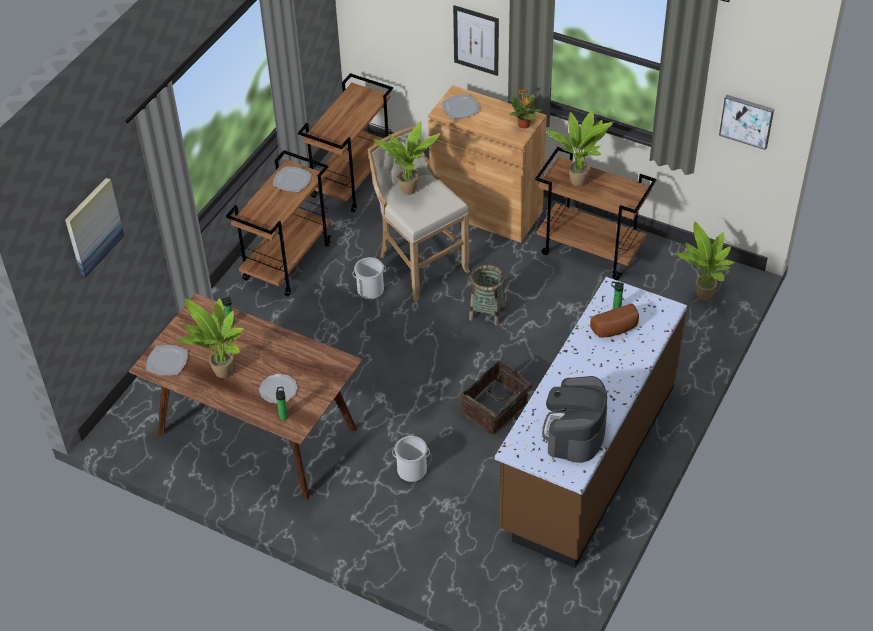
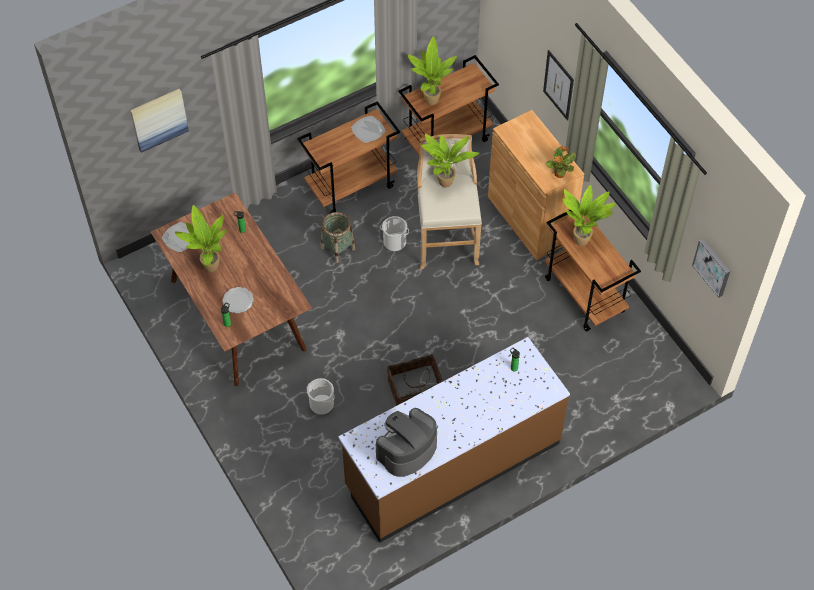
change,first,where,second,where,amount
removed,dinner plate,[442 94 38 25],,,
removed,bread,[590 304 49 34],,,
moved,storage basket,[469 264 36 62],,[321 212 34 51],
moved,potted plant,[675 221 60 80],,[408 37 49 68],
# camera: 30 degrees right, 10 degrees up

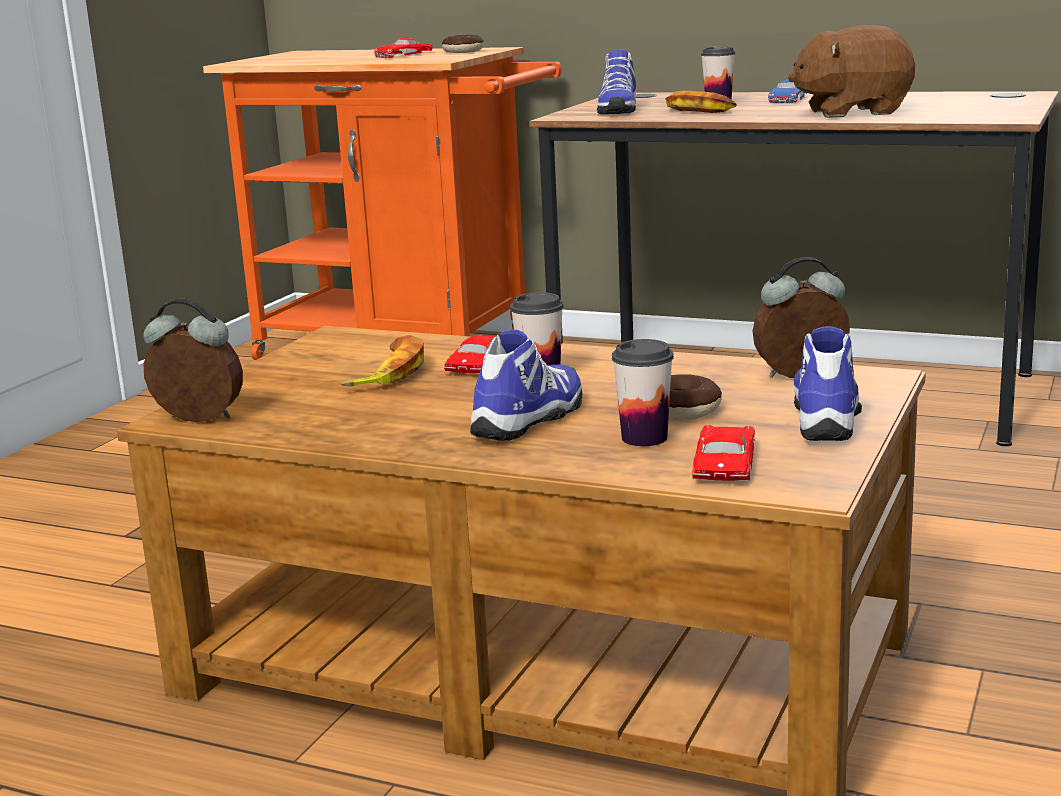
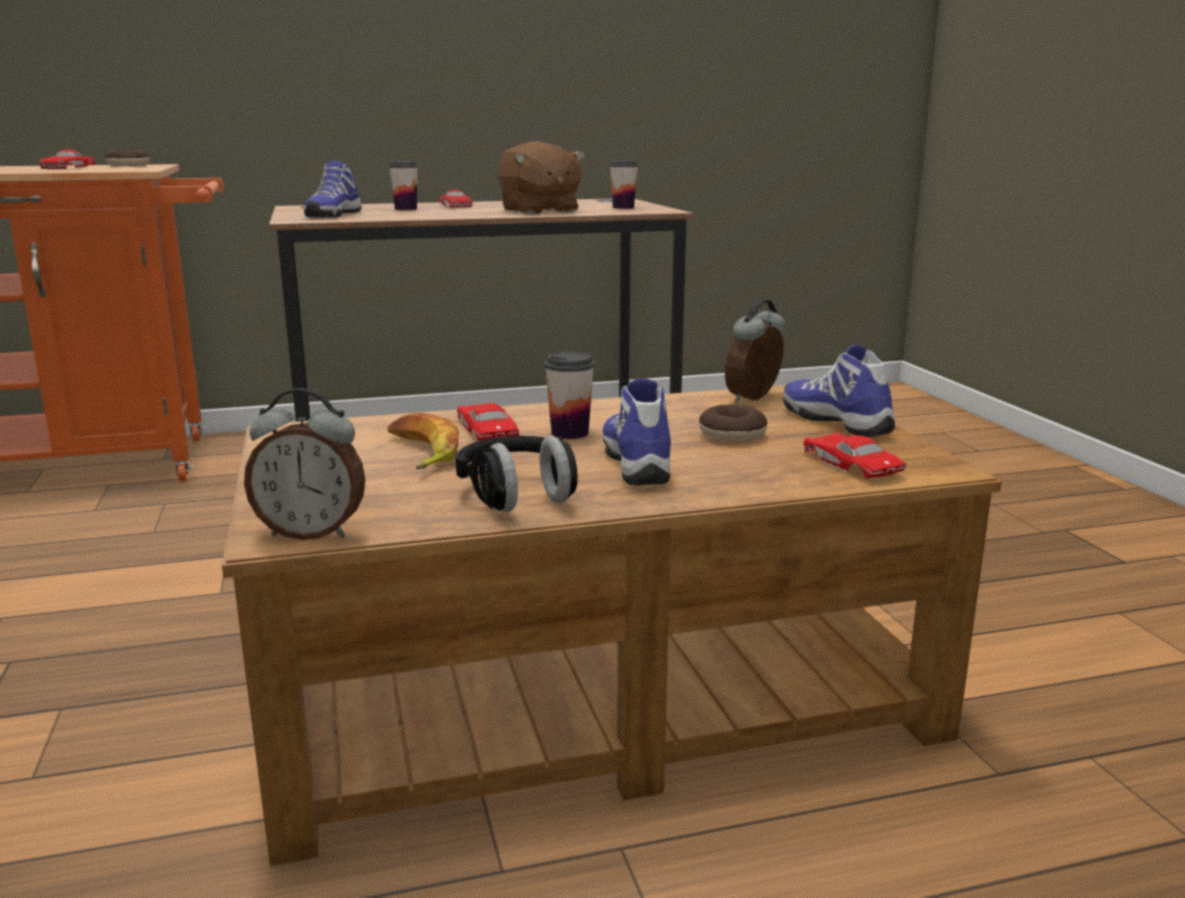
change,first,where,second,where,amount
removed,whole banana,[665 91 72 22],,,
added,,,blackish headset,[455 435 123 77],
moved,cup,[612 339 62 107],,[609 160 29 49],
recoloured,blue model car,[768 79 39 24],reddish model car,[439 189 34 19],
turned,table clock,[143 298 100 124],,[244 388 121 152],150 degrees counterclockwise
turned,shoe,[597 50 40 64],,[304 161 58 57],45 degrees clockwise
turned,brownish soft toy,[788 25 127 93],,[498 141 87 73],75 degrees counterclockwise
# camera: 40 degrees left, 0 degrees up

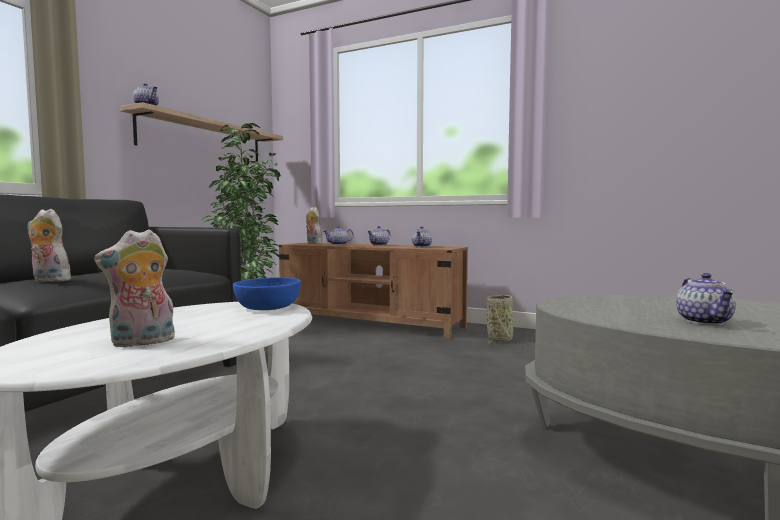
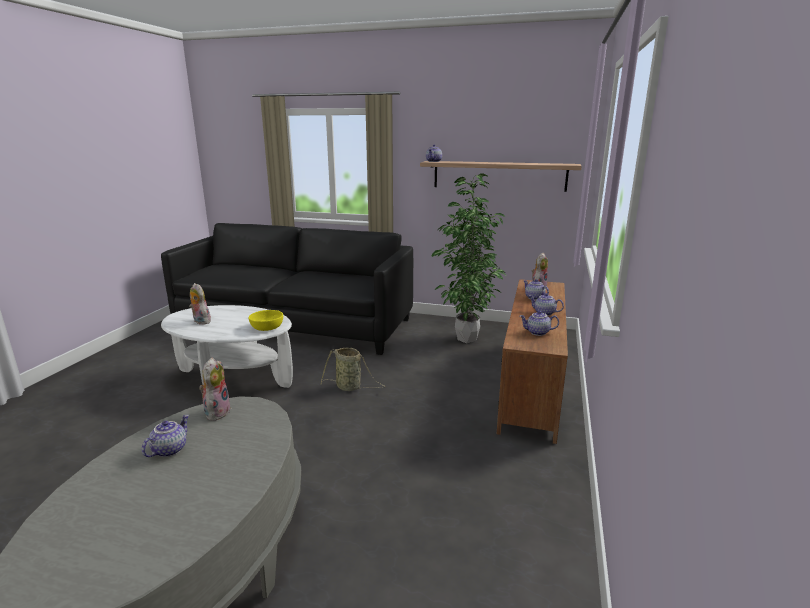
change,first,where,second,where,amount
moved,soft toy,[27 209 45 73],,[199 357 32 64],
moved,storage basket,[486 295 27 49],,[321 348 64 43],
recoloured,blue bowl,[233 277 68 33],yellow bowl,[249 310 34 21],
turned,teapot,[676 273 60 52],,[142 415 47 42],120 degrees clockwise
# camera: 80 degrees right, 15 degrees up

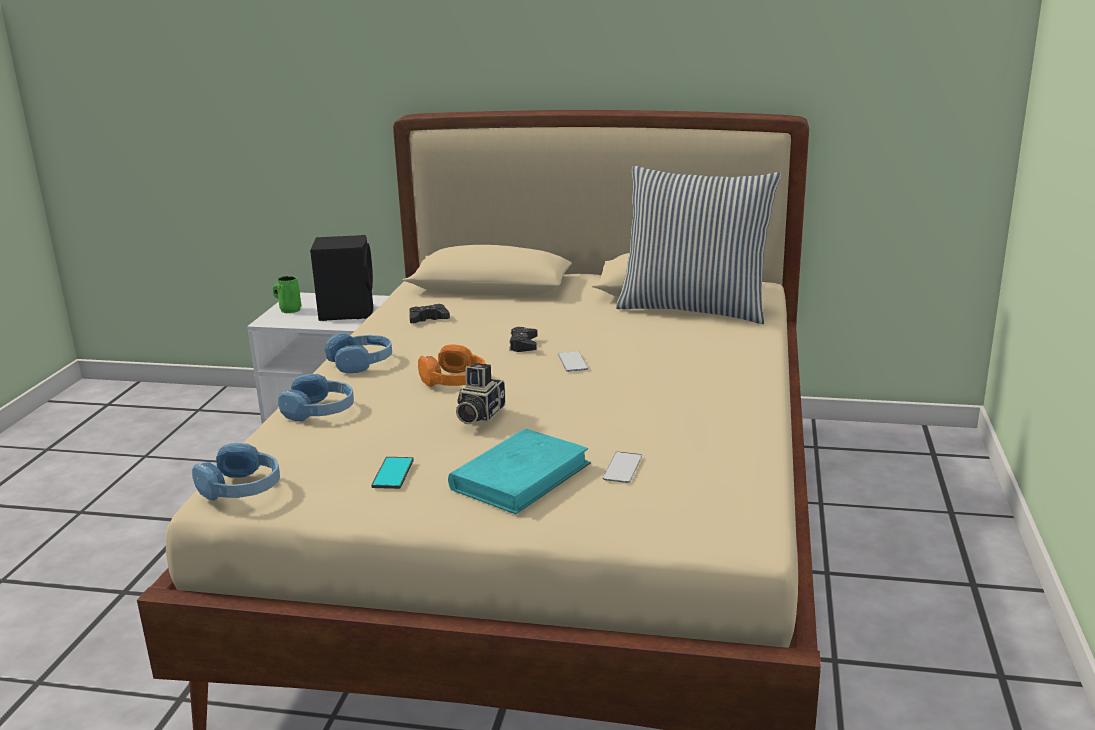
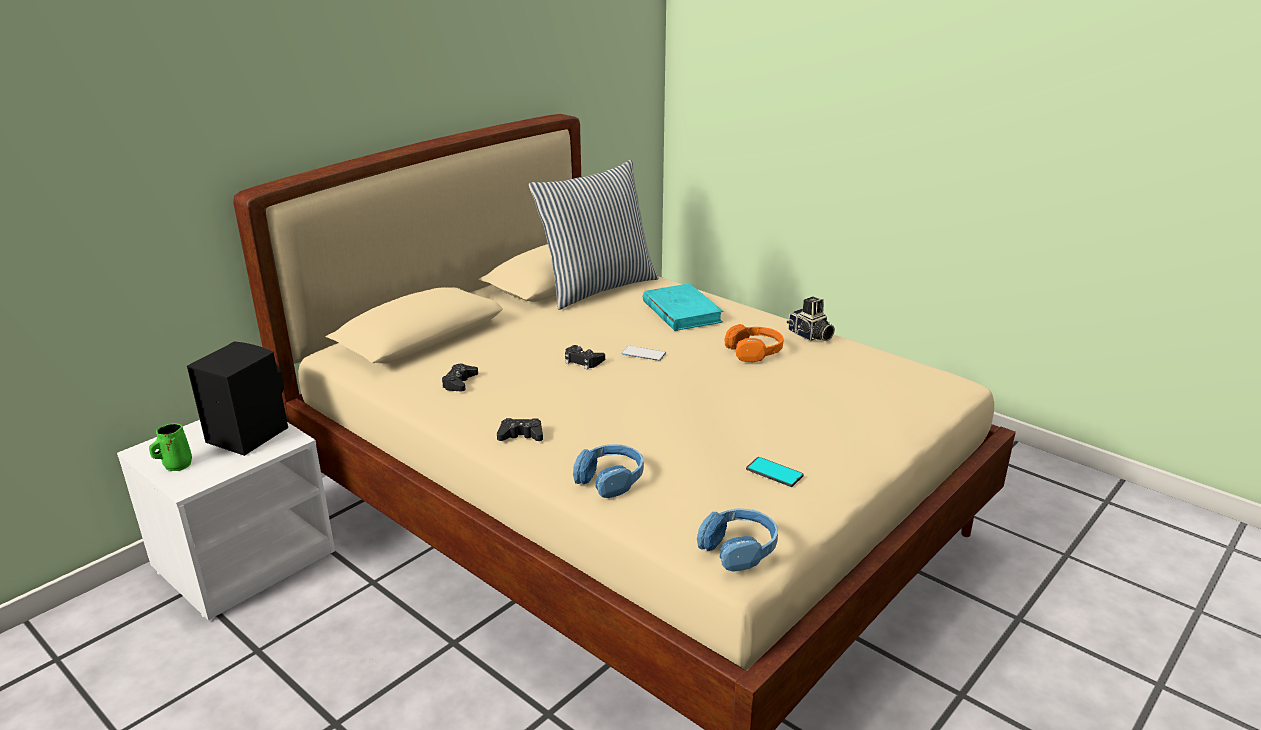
change,first,where,second,where,amount
removed,phone,[603 452 39 31],,,
moved,orange-coloured headset,[418 344 67 43],,[724 324 60 38],
moved,turquoise-coloured bound book,[448 428 143 86],,[643 284 80 47],
moved,still camera,[456 363 49 61],,[787 297 48 44],
replaced,blue headset,[325 333 67 40],blackish game controller,[497 418 46 23],
# camera: 60 degrees left, 5 degrees up

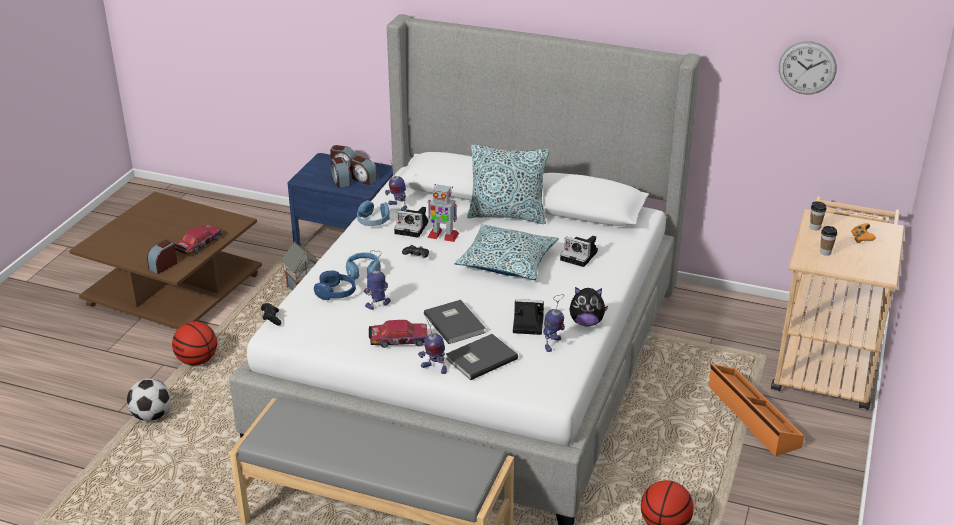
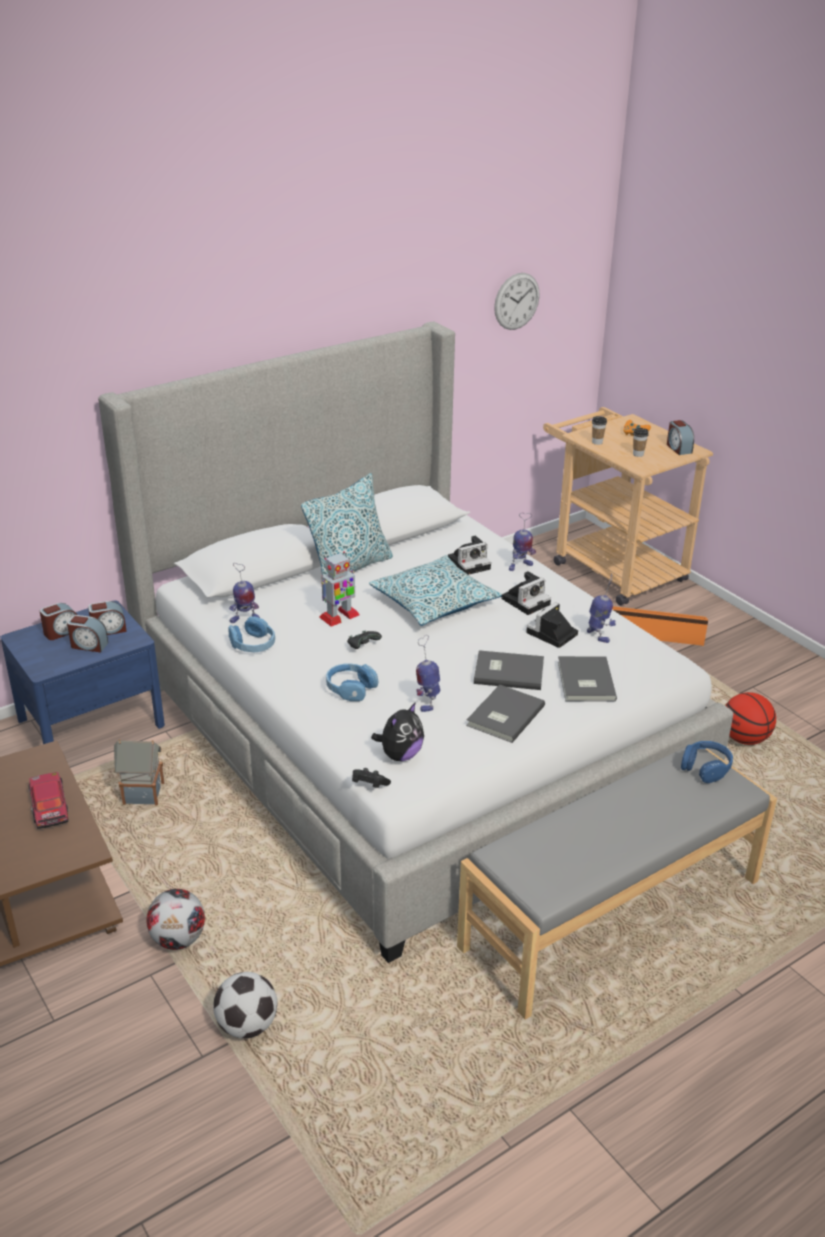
change,first,where,second,where,amount
moved,table clock,[147 240 30 34],,[667 420 27 35],
moved,blue headset,[314 270 42 30],,[681 741 52 42],
moved,still camera,[394 207 34 31],,[502 571 49 44],
moved,robot figure,[418 316 29 58],,[509 513 27 58],
moved,soft toy,[569 287 39 40],,[371 702 53 59],
replaced,basketball ball,[172 322 45 44],football ball,[146 889 59 61],
replaced,model car,[369 320 59 28],greyish bound book,[466 685 79 58],
# camera: 55 degrees left, 0 degrees up

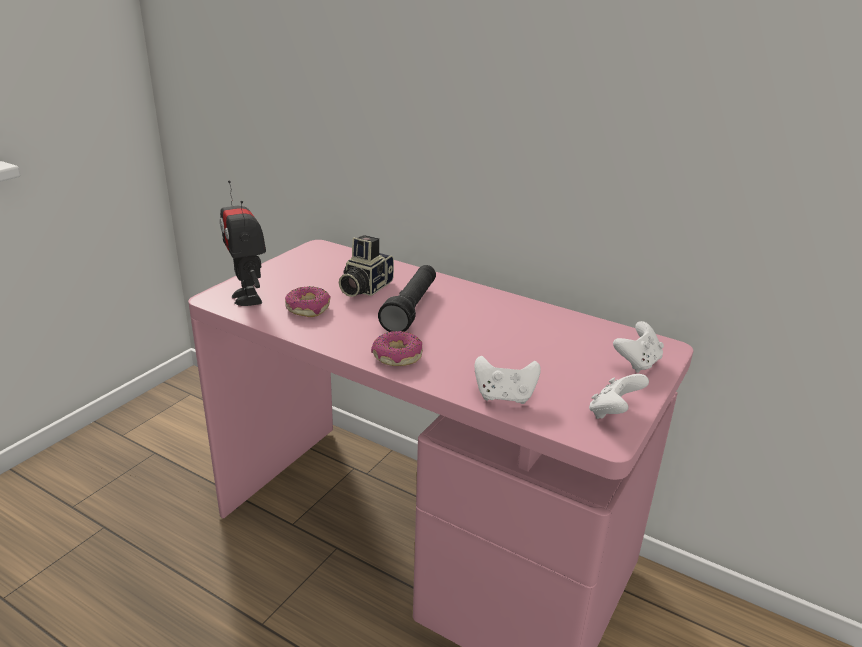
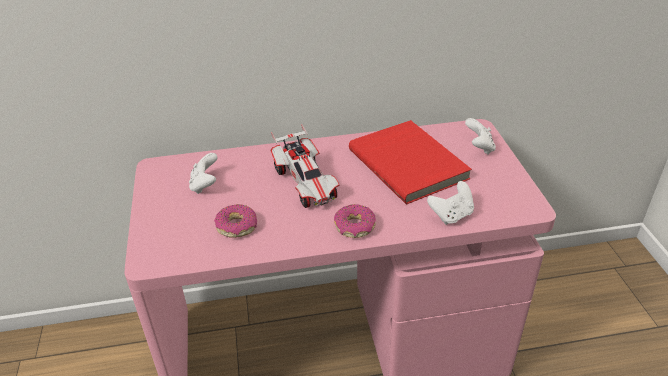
change,first,where,second,where,amount
removed,robot figure,[220 181 46 125],,,
removed,still camera,[339 235 55 62],,,
added,,,reddish bound book,[349 120 123 85],
moved,white-coloured game controller,[589 374 60 45],,[189 153 28 41],
replaced,blackish torch,[378 265 58 67],model car,[270 124 70 84],
# camera: 40 degrees left, 10 degrees up

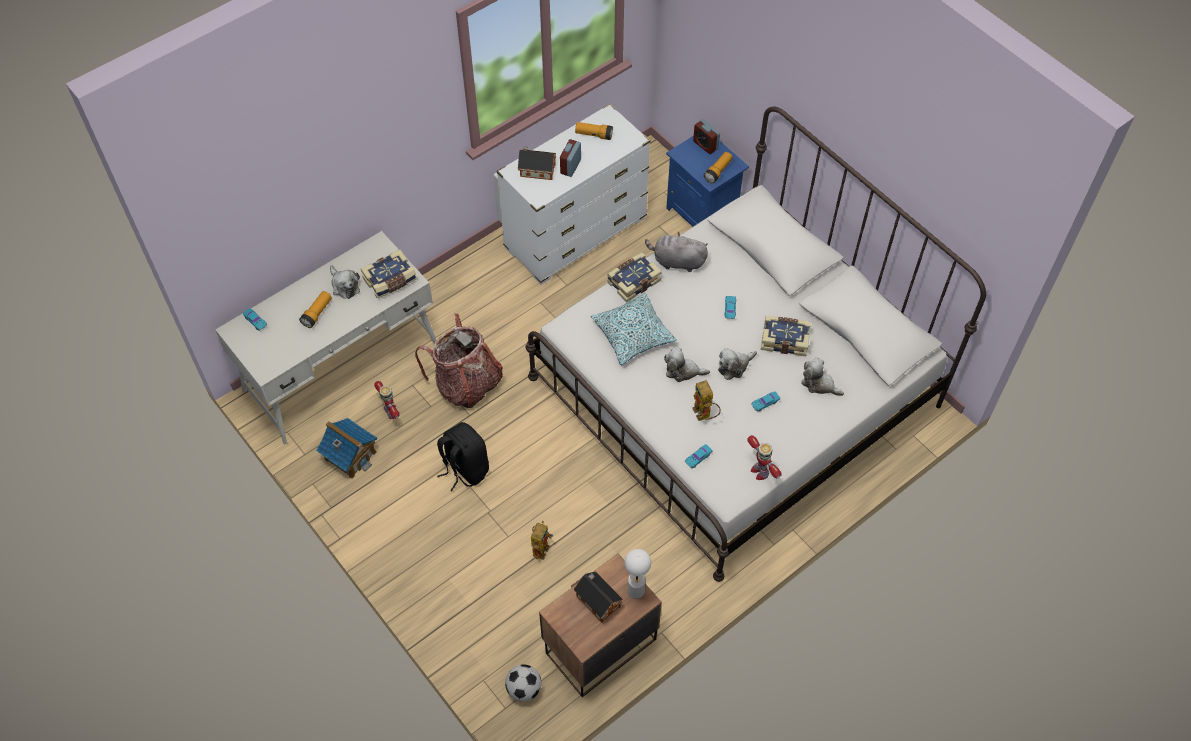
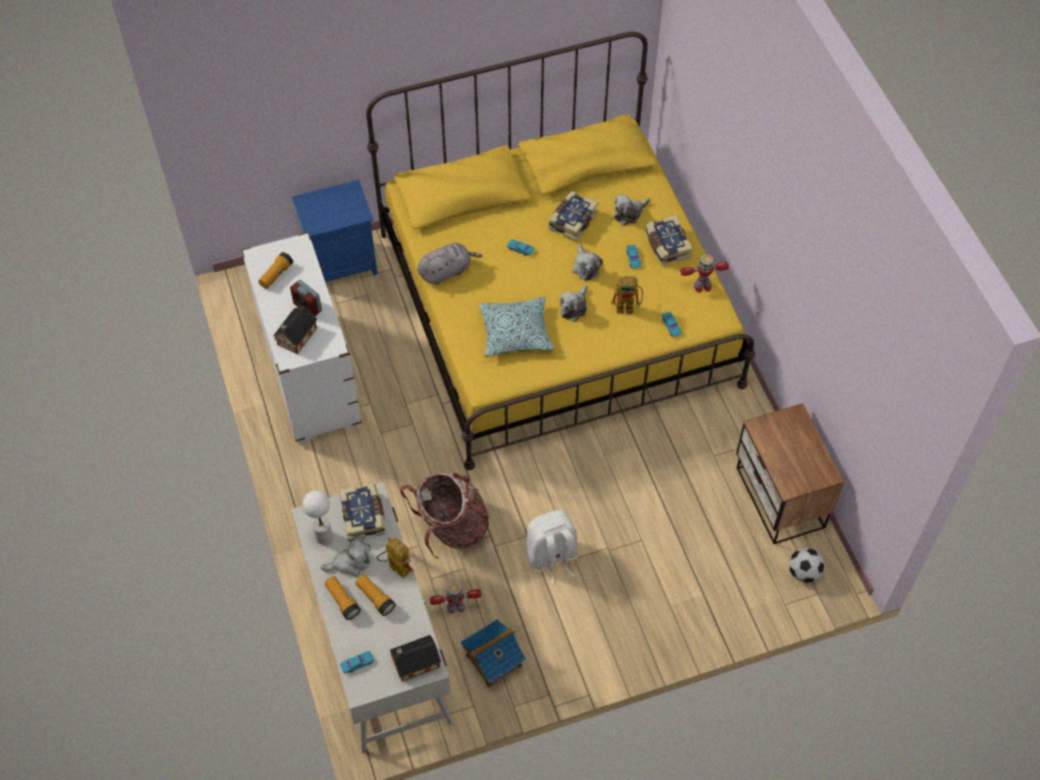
change,first,where,second,where,amount
removed,table clock,[693 119 27 35],,,
moved,robot figure,[531 521 22 39],,[377 537 37 41],
moved,model house,[573 571 50 52],,[390 635 51 47],
moved,bound book,[607 252 55 50],,[645 215 48 50],
moved,white-coloured lamp for a table,[624 549 27 50],,[302 491 31 53],
moved,torch,[704 152 28 31],,[325 576 36 44],
recoloured,blackish knapsack,[437 422 52 70],white-coloured knapsack,[527 510 51 74],
recoloured,white-coloured bedroom bed,[526 107 460 475],yellow bedroom bed,[366 32 389 438],
turned,greyish soft toy,[645 231 63 41],,[417 243 65 42],150 degrees counterclockwise
# camera: 70 degrees left, 0 degrees up

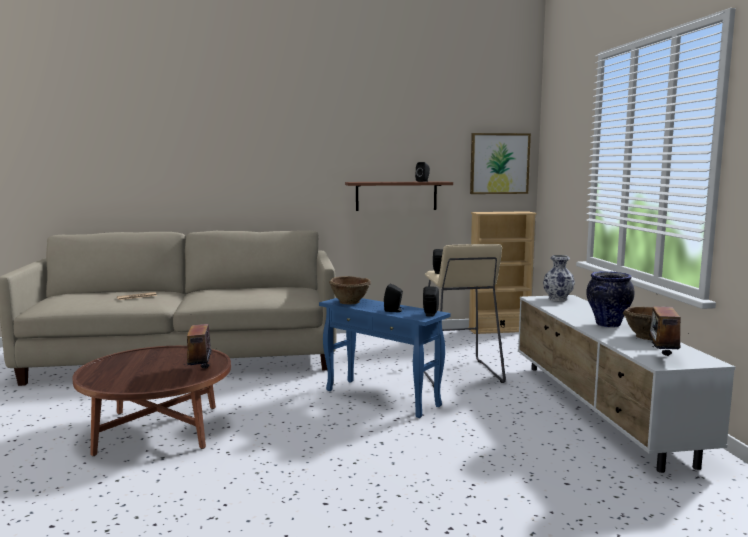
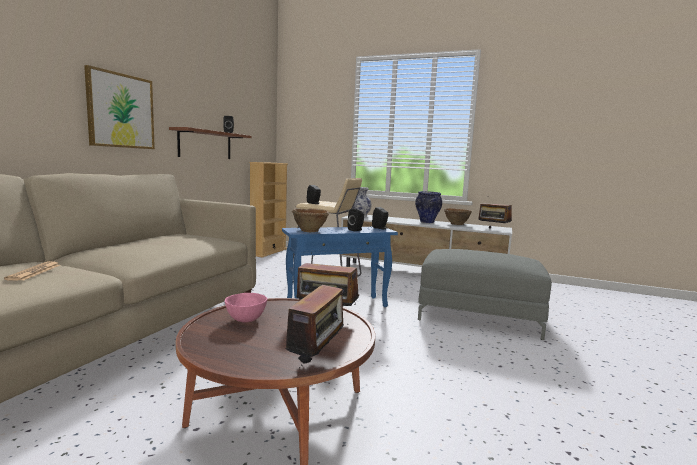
change,first,where,second,where,amount
added,,,pinkish bowl,[225 293 42 30],
added,,,radio receiver,[285 285 63 86],
added,,,greyish ottoman,[418 249 134 91],
moved,wall picture,[470 133 61 61],,[84 65 71 84],
# camera: 60 degrees left, 0 degrees up

